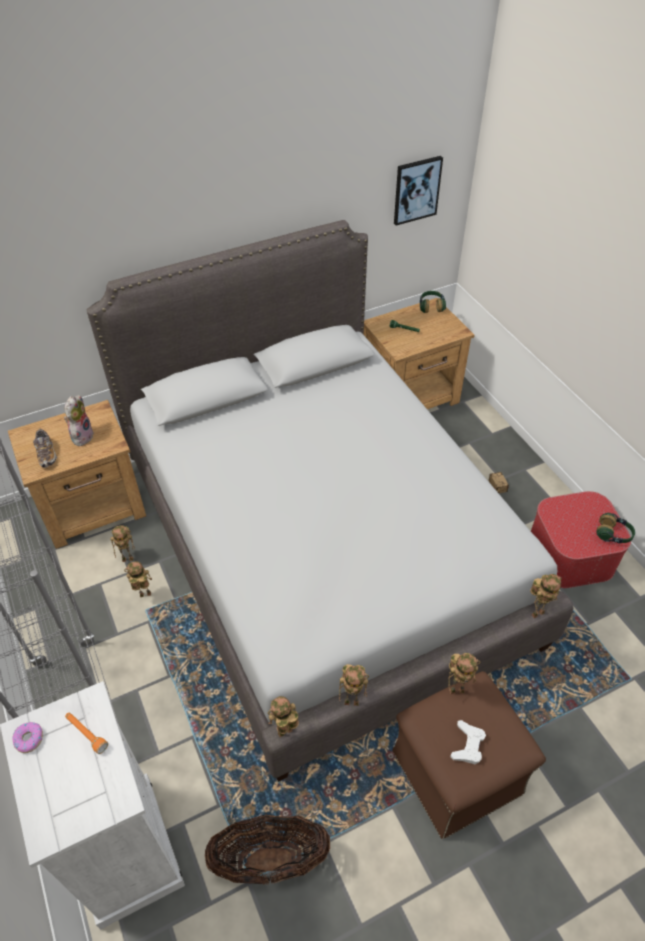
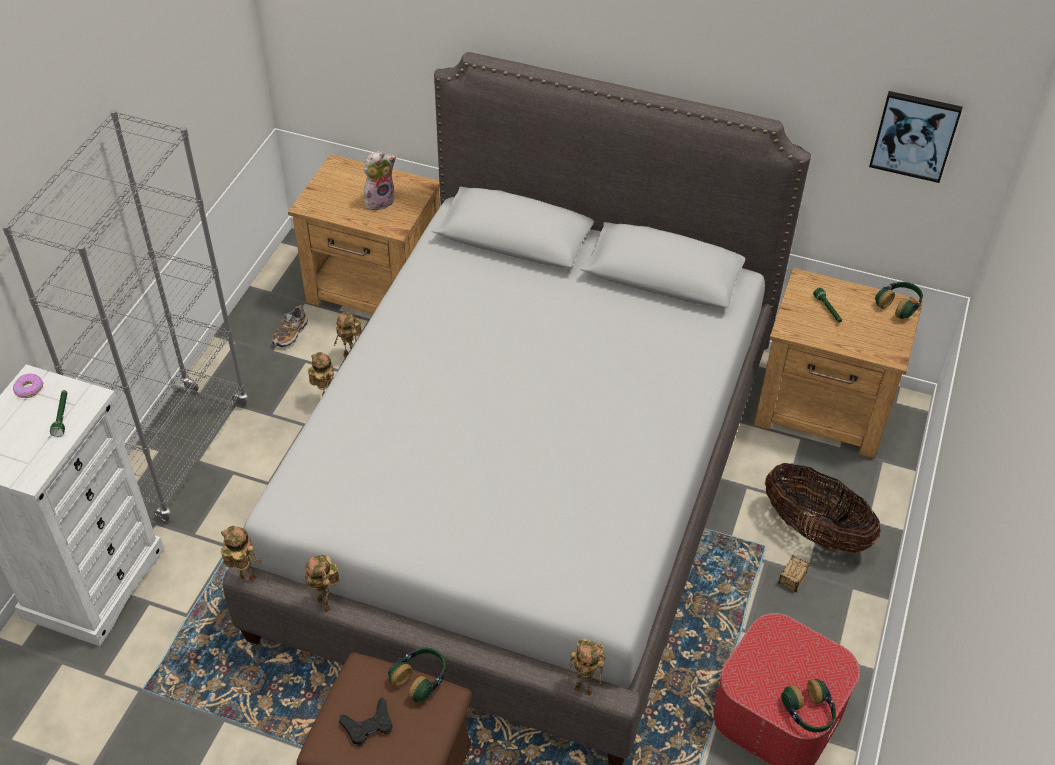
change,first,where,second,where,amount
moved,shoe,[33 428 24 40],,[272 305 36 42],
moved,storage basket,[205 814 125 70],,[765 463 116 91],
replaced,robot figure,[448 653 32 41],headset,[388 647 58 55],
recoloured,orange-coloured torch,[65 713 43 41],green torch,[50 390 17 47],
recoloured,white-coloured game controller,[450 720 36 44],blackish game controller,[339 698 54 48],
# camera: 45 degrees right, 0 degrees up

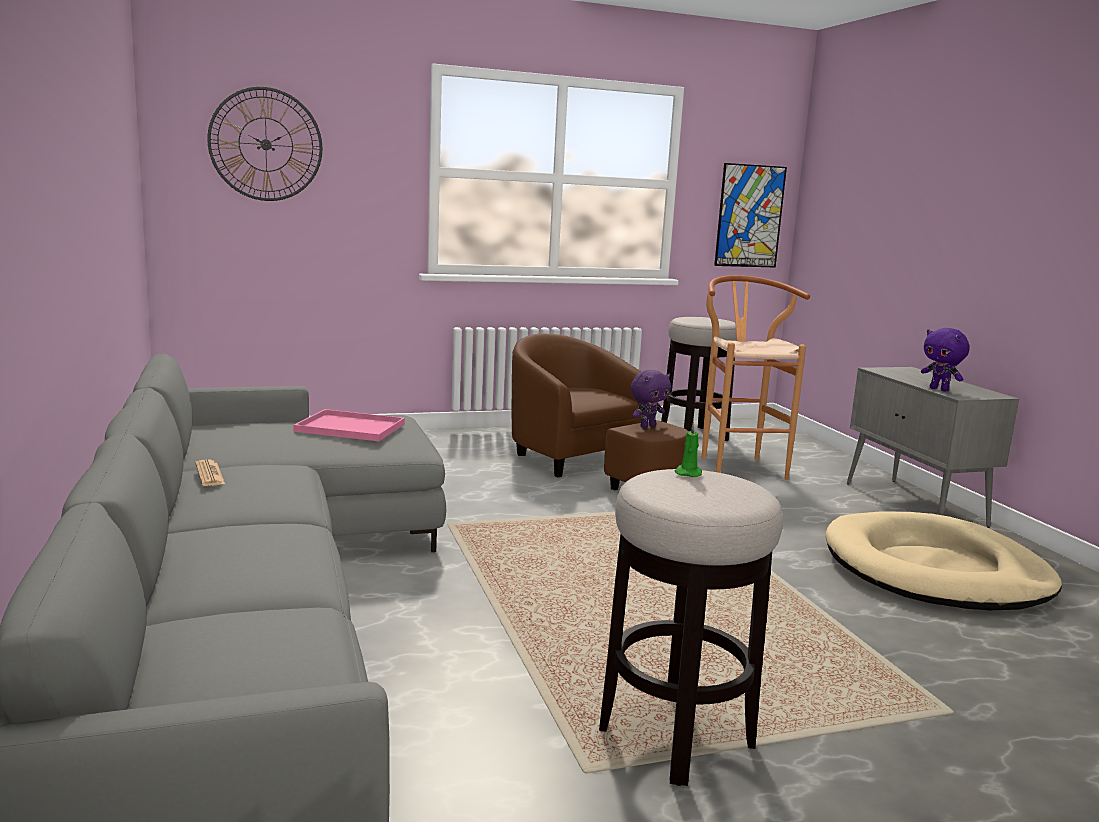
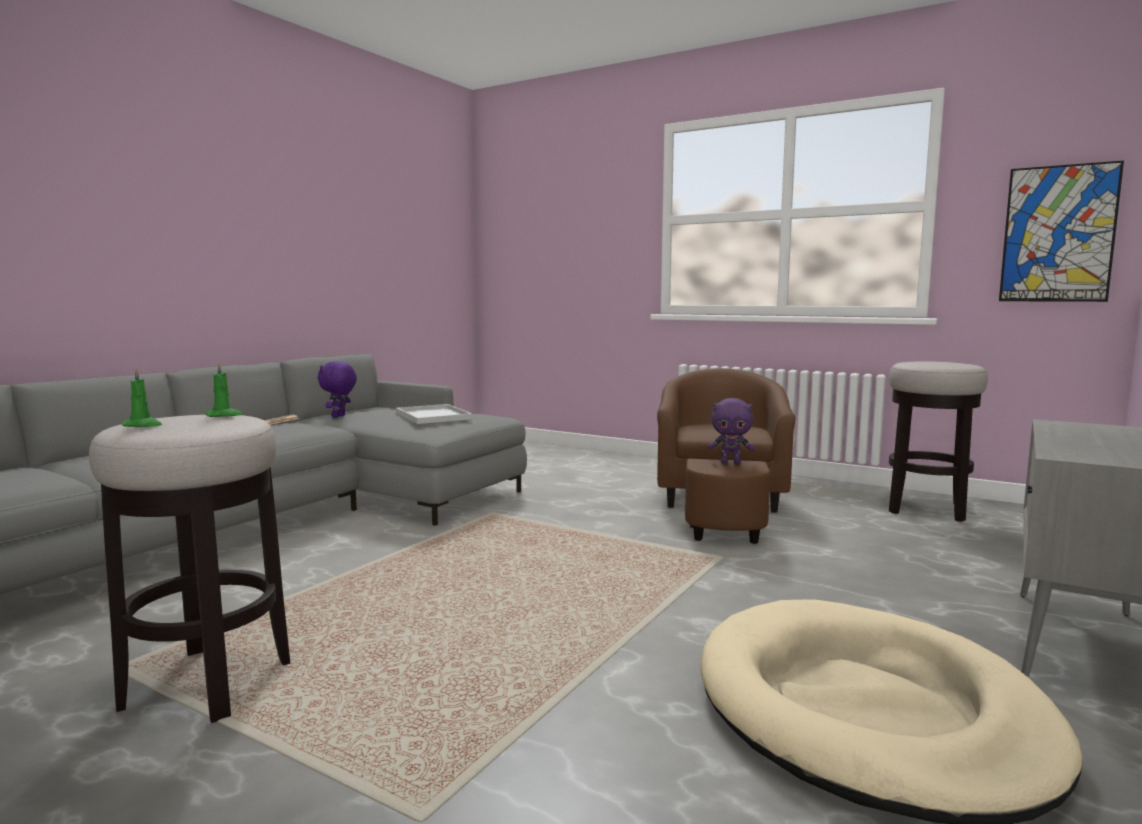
change,first,where,second,where,amount
removed,hanging clock,[207 87 115 114],,,
removed,brownish sitting stool,[701 275 109 205],,,
added,,,green wax light,[122 368 40 59],
moved,purple-coloured soft toy,[921 328 49 64],,[318 361 39 57],
recoloured,pinkish carrying tray,[293 409 112 32],white-coloured carrying tray,[396 404 76 20],
# camera: 50 degrees right, 5 degrees down

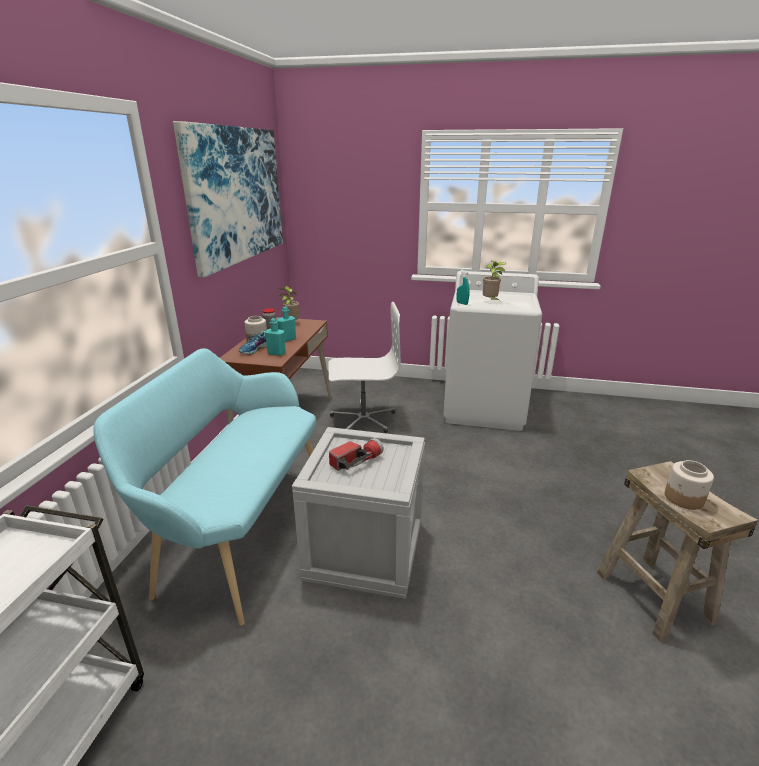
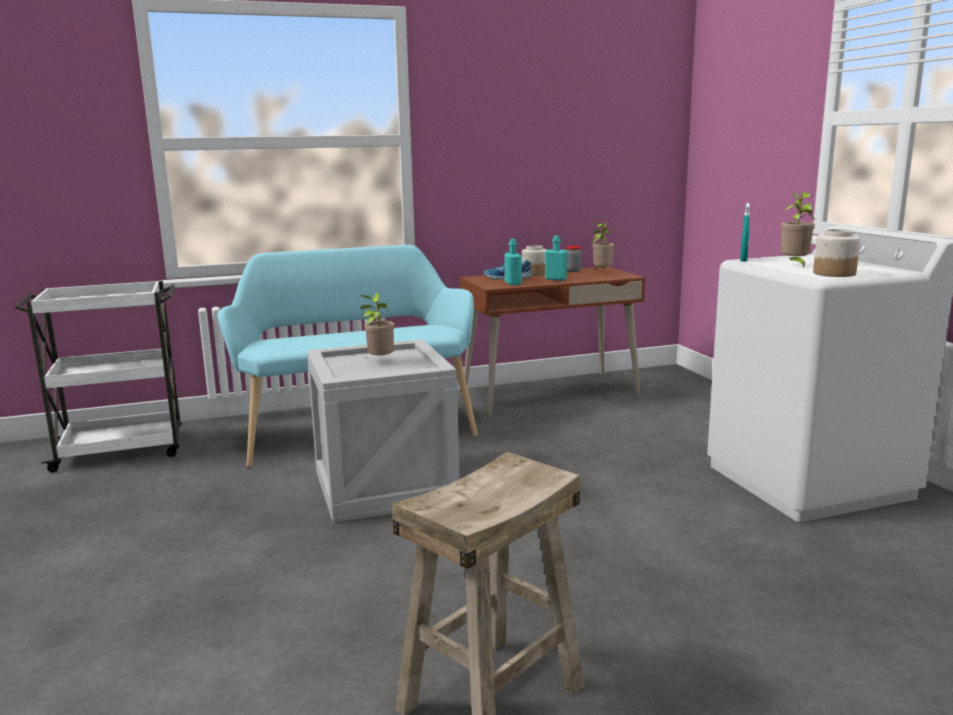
change,first,where,second,where,amount
removed,wall picture,[173 121 110 156],,,
removed,white-coloured computer chair,[328 302 73 131],,,
moved,storage jar,[665 460 49 50],,[813 229 47 48],
replaced,torch,[329 438 55 33],potted plant,[361 293 33 67],
# camera: 60 degrees right, 10 degrees down

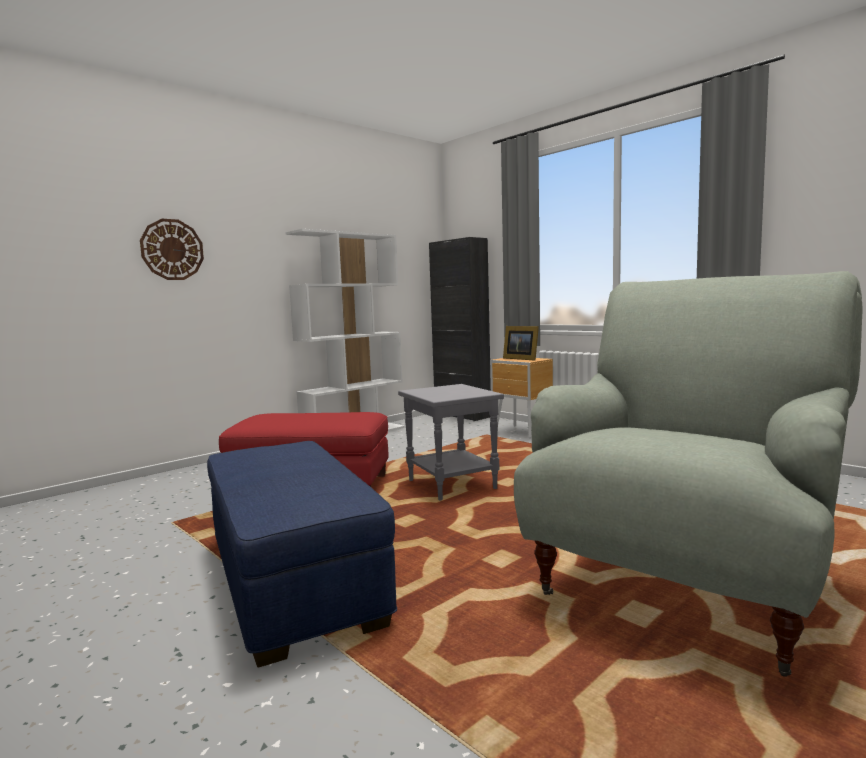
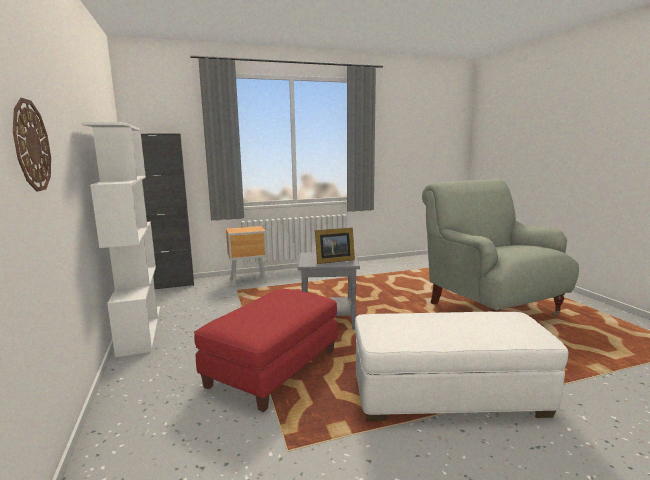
change,first,where,second,where,amount
moved,photo frame,[503 326 36 35],,[315 227 40 37],
recoloured,blue ottoman,[207 441 190 227],white-coloured ottoman,[355 312 214 109],
# camera: 65 degrees left, 5 degrees up

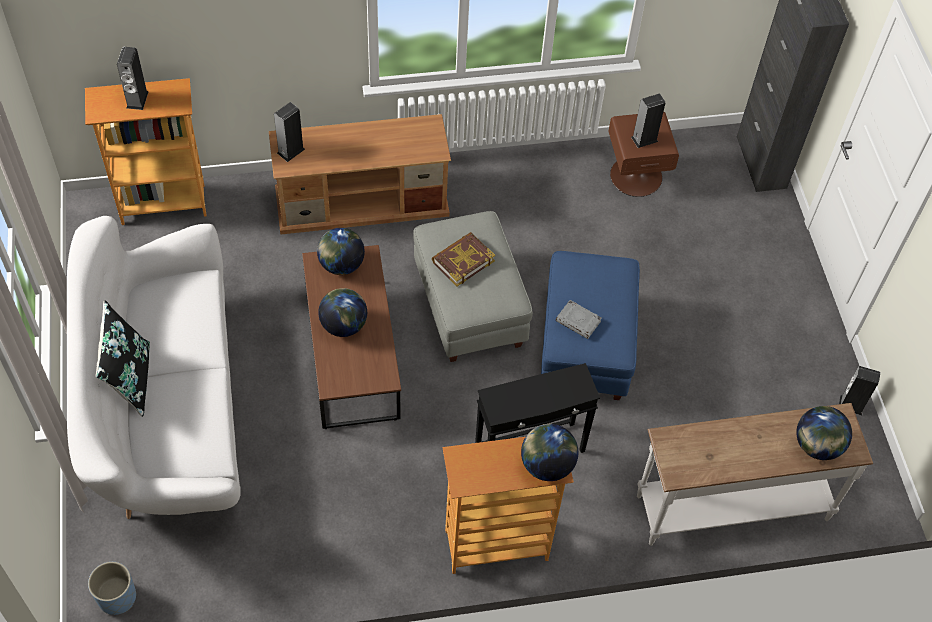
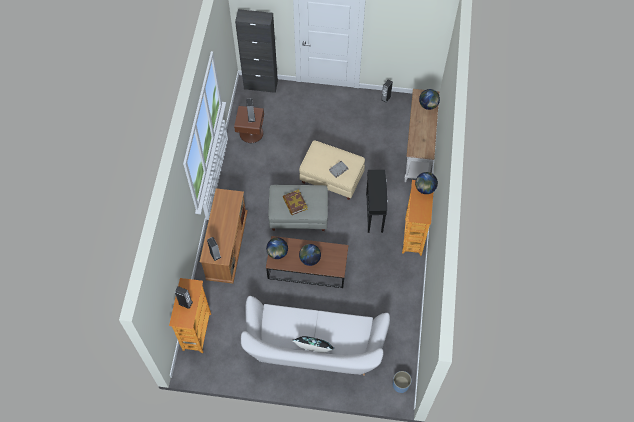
change,first,where,second,where,amount
recoloured,blue ottoman,[541 251 99 149],beige-coloured ottoman,[299 141 66 59],
# camera: 70 degrees left, 5 degrees up

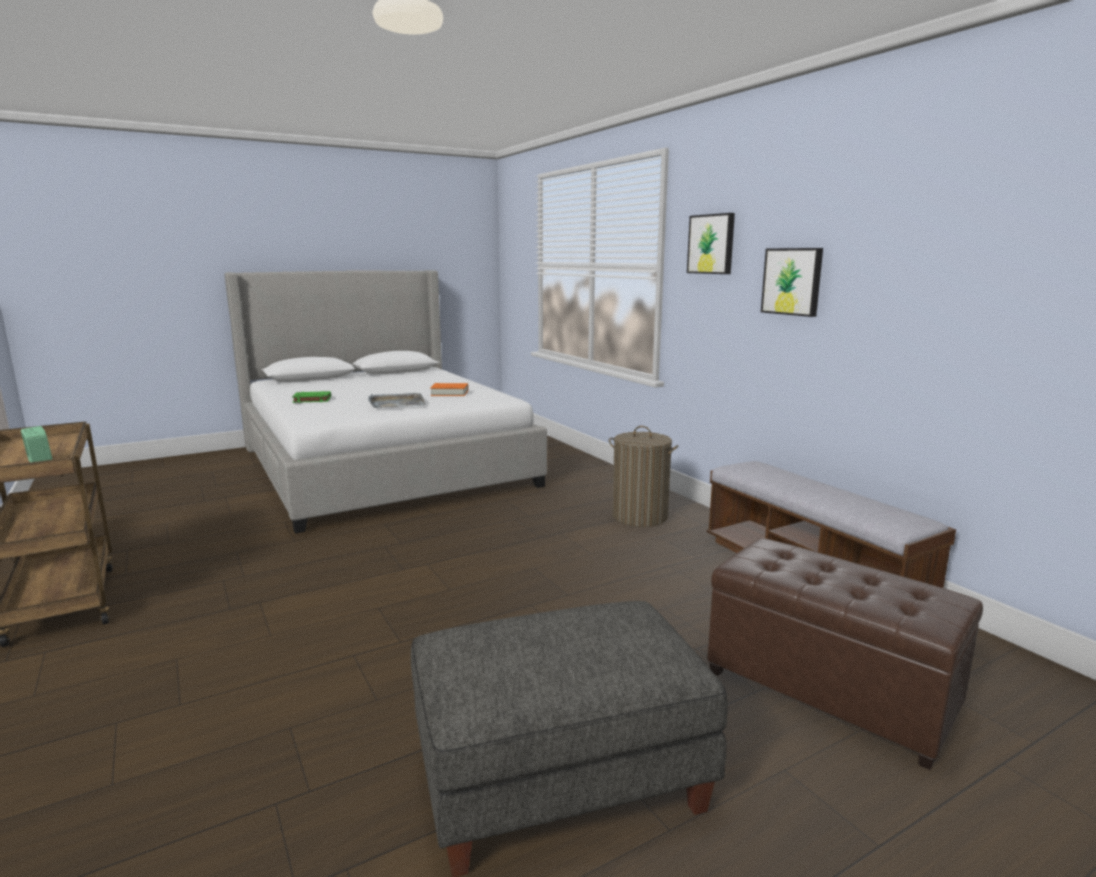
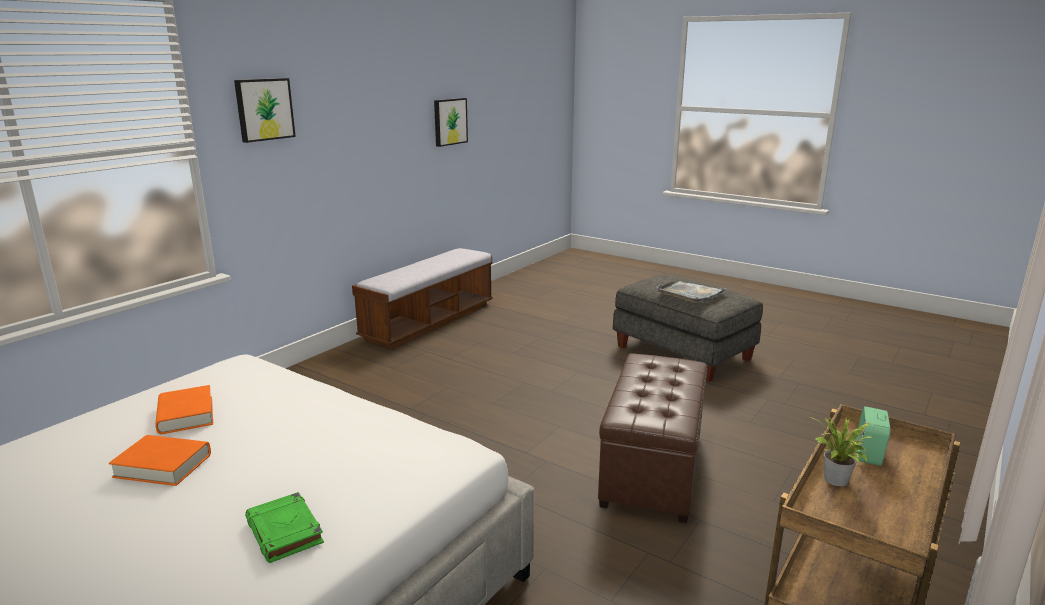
change,first,where,second,where,amount
removed,laundry basket,[609 426 70 101],,,
added,,,orange-coloured bound book,[109 435 102 51],
added,,,potted plant,[810 417 64 69],
moved,greyish carrying tray,[368 393 58 15],,[656 281 71 21],
moved,brownish ottoman,[707 538 276 232],,[598 353 109 170],
moved,wall picture,[761 248 62 69],,[434 98 34 49],
# camera: 115 degrees left, 5 degrees up

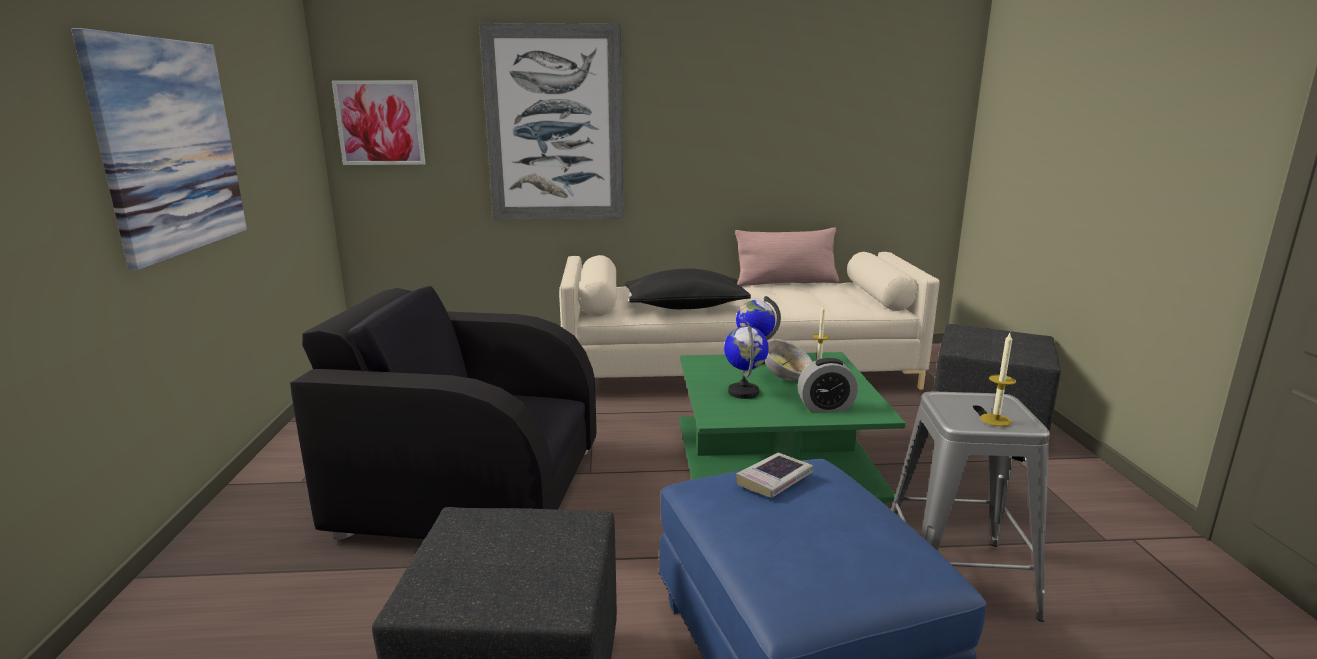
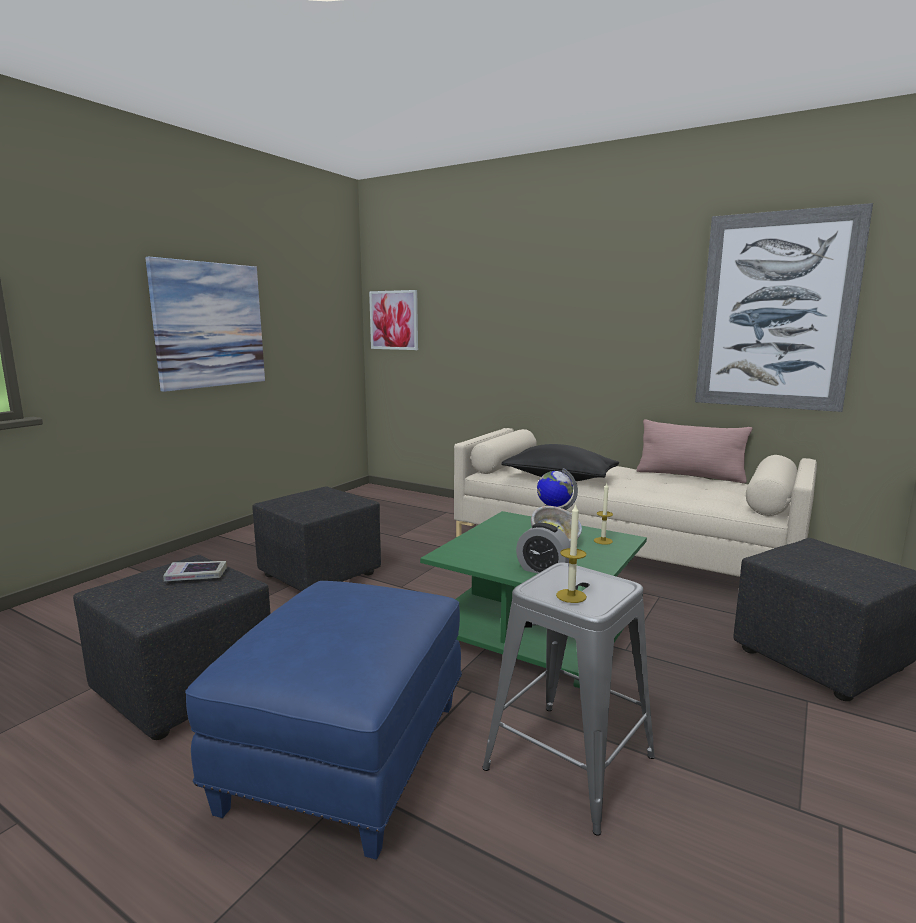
change,first,where,second,where,amount
removed,globe,[724 325 45 74],,,
moved,wall picture,[479 23 145 197],,[695 203 178 209],
moved,bound book,[736 453 77 45],,[163 561 64 21],
replaced,blackish lounge chair,[290 286 306 254],blackish ottoman,[252 487 129 104],
# camera: 35 degrees right, 5 degrees down

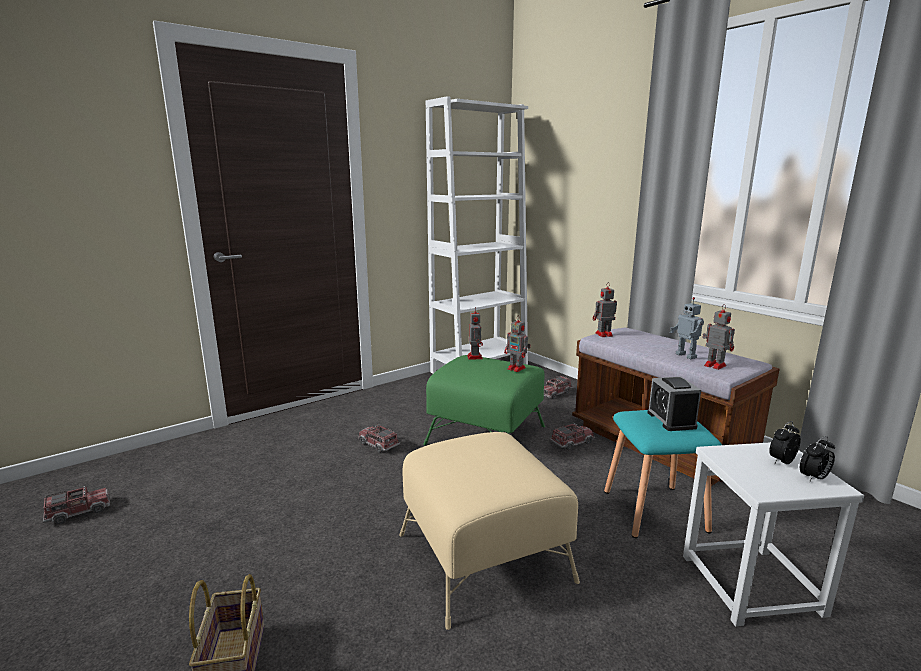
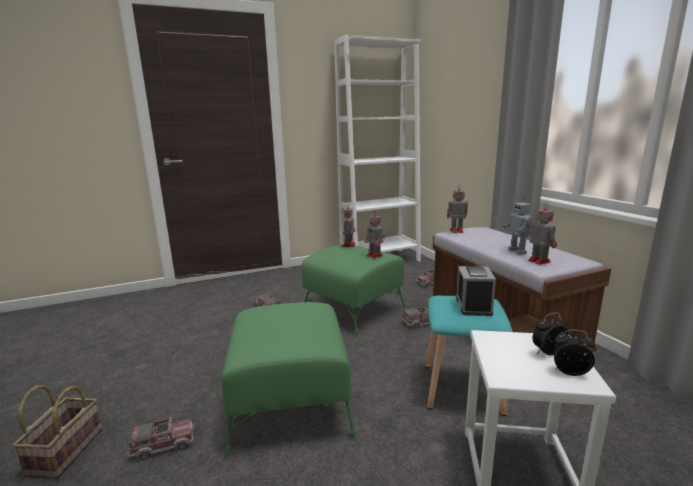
change,first,where,second,where,amount
moved,toy lorry,[43 486 67 38],,[128 417 66 43],
recoloured,beige-coloured ottoman,[399 432 181 198],green ottoman,[221 302 136 156],
turned,table clock,[800 436 35 46],,[554 330 41 46],150 degrees counterclockwise
# camera: 15 degrees right, 0 degrees up

